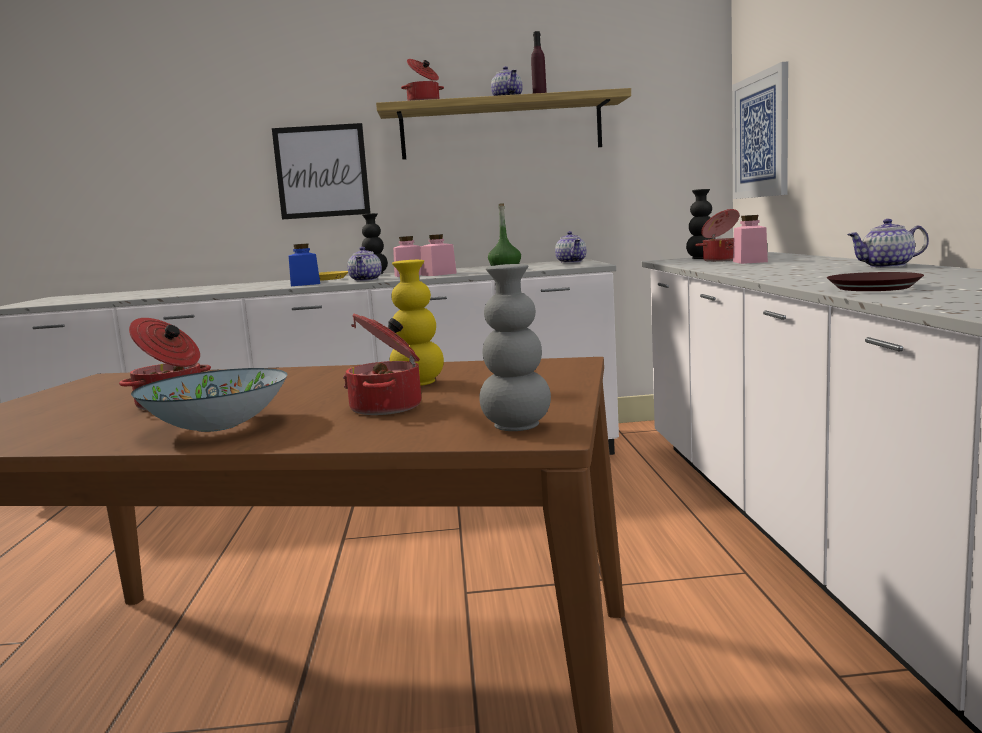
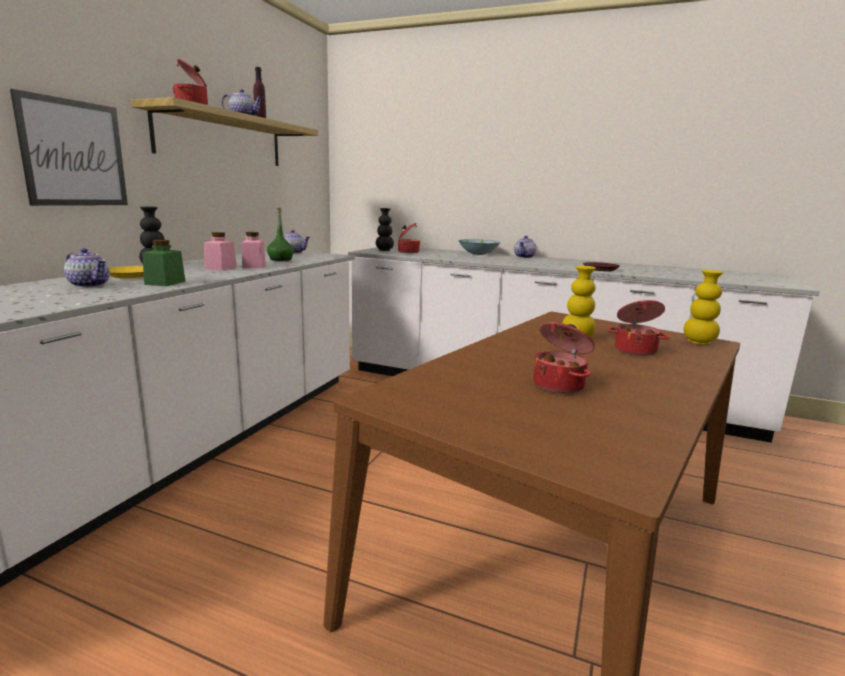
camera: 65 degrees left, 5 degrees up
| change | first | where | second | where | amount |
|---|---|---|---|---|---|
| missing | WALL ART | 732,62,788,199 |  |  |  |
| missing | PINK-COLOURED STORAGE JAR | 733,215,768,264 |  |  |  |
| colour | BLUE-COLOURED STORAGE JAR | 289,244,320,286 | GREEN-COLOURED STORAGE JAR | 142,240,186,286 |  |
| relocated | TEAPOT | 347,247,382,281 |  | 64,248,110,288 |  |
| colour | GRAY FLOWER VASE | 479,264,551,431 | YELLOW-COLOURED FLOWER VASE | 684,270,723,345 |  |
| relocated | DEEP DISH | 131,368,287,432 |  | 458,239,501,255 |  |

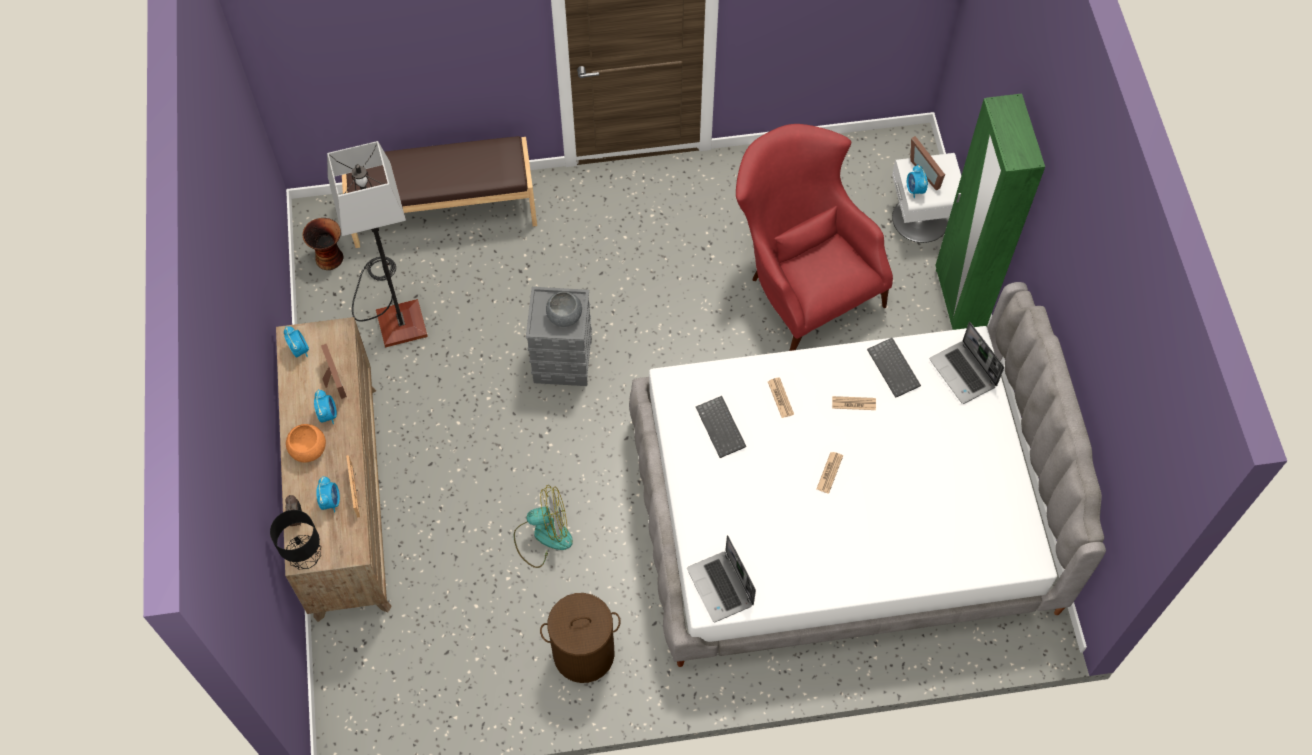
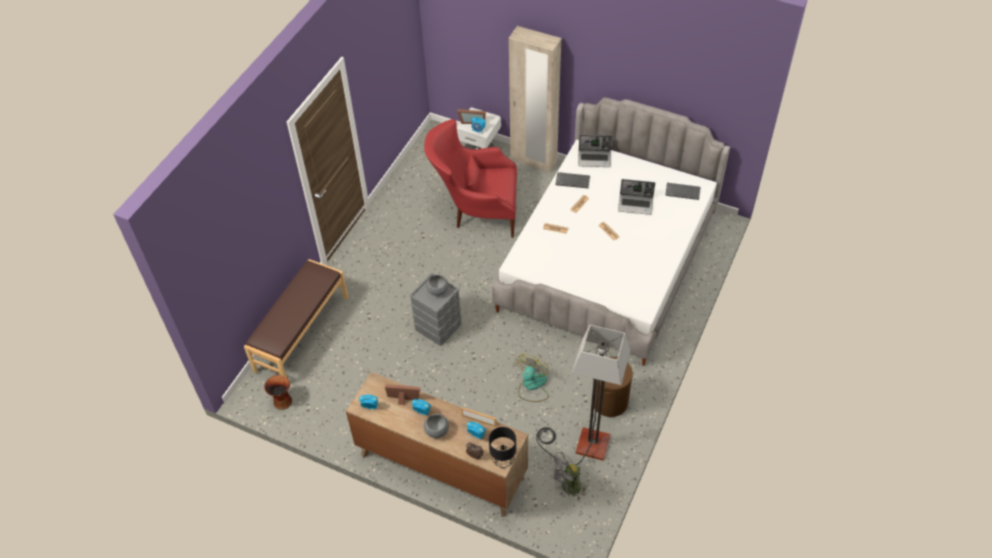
camera: 55 degrees left, 10 degrees down
| change | first | where | second | where | amount |
|---|---|---|---|---|---|
| colour | GREEN-COLOURED ARMOIRE | 935,94,1045,330 | BEIGE ARMOIRE | 509,26,561,172 |  |
| relocated | STANDARD LAMP | 327,141,428,348 |  | 536,325,631,465 |  |
| relocated | COMPUTER KEYBOARD | 696,396,746,458 |  | 665,183,700,200 |  |
| colour | ORANGE DEEP DISH | 286,424,326,463 | GRAY DEEP DISH | 424,414,449,438 |  |
| relocated | NOTEBOOK COMPUTER | 687,535,756,622 |  | 618,179,655,215 |  |
| appeared |  |  | GRAY ELECTRIC FAN | 548,452,588,501 |  |

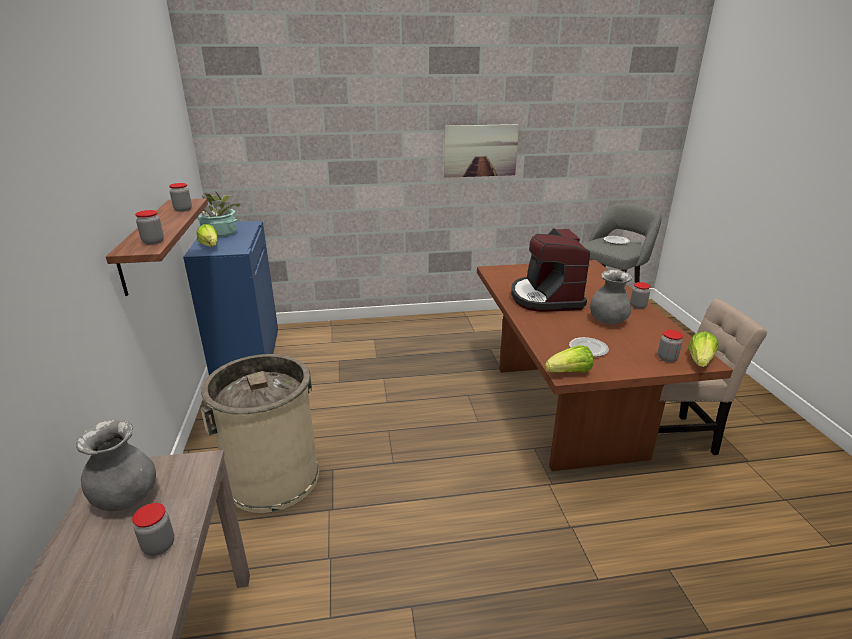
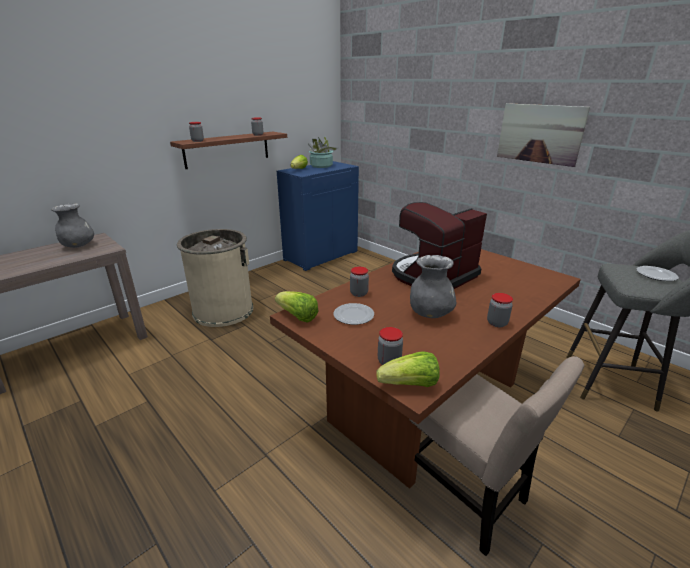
camera: 55 degrees right, 0 degrees up
| change | first | where | second | where | amount |
|---|---|---|---|---|---|
| relocated | STORAGE JAR | 132,503,174,556 |  | 350,267,369,297 |  |

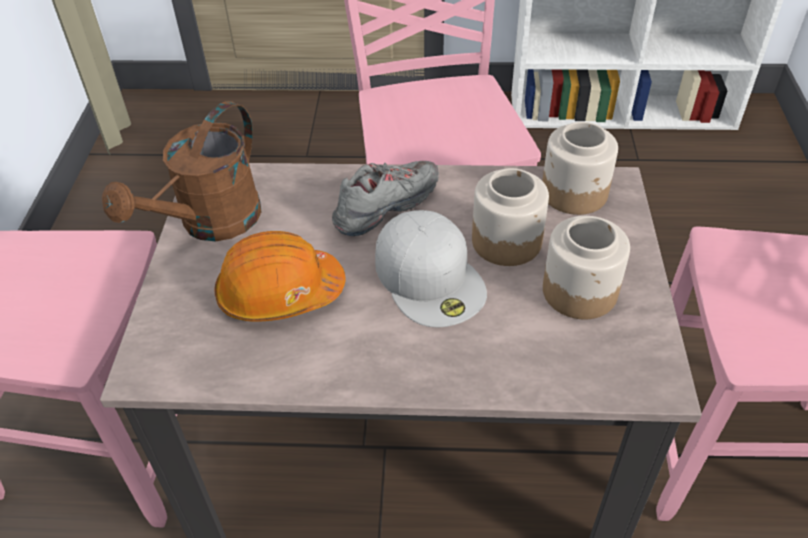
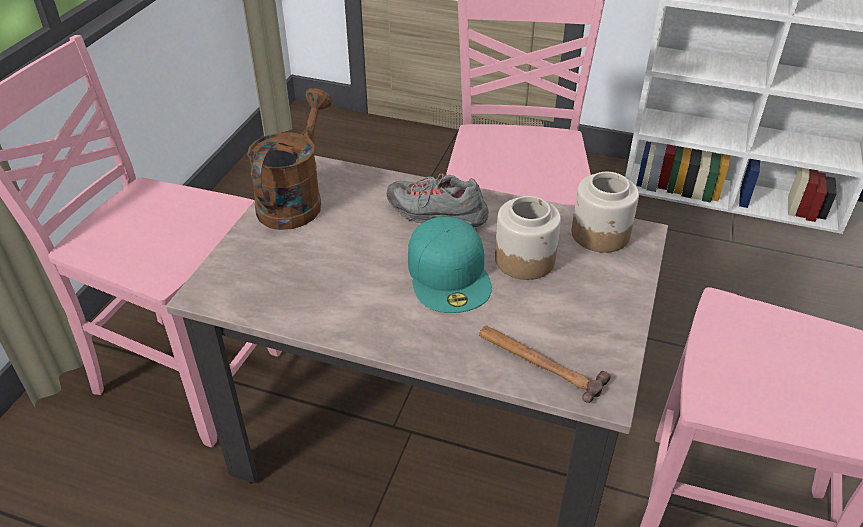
camera: 15 degrees right, 5 degrees down
| change | first | where | second | where | amount |
|---|---|---|---|---|---|
| spun | BROWN SPRINKLING CAN | 102,101,261,241 |  | 247,88,332,230 | 150 degrees clockwise |
| spun | GRAY SHOE | 332,161,439,236 |  | 387,174,489,227 | 135 degrees counterclockwise |
| colour | WHITISH CAP | 375,210,487,328 | BLUE-GREEN CAP | 408,217,492,313 |  |
| missing | STORAGE JAR | 543,216,630,319 |  |  |  |
| missing | ORANGE WORK HELMET | 215,231,346,322 |  |  |  |
| appeared |  |  | TOOL HAMMER | 479,325,611,403 |  |

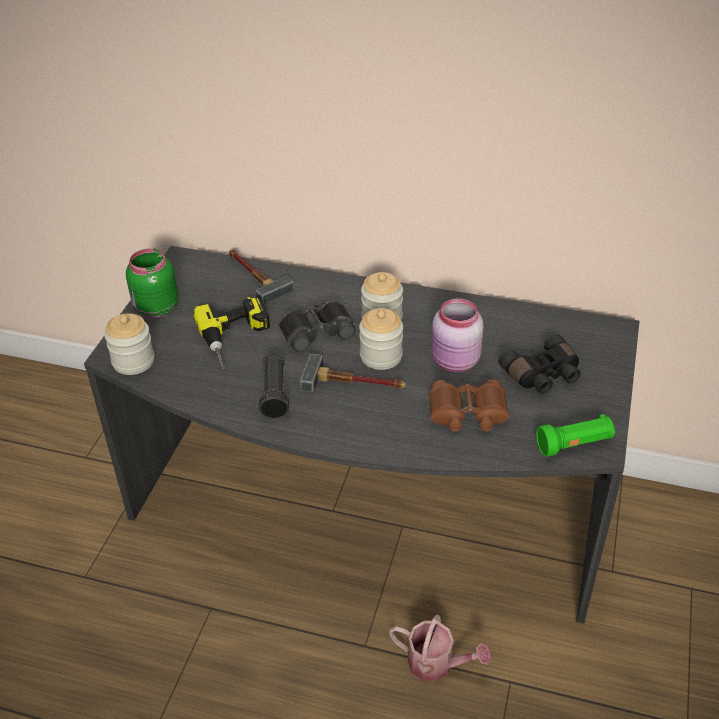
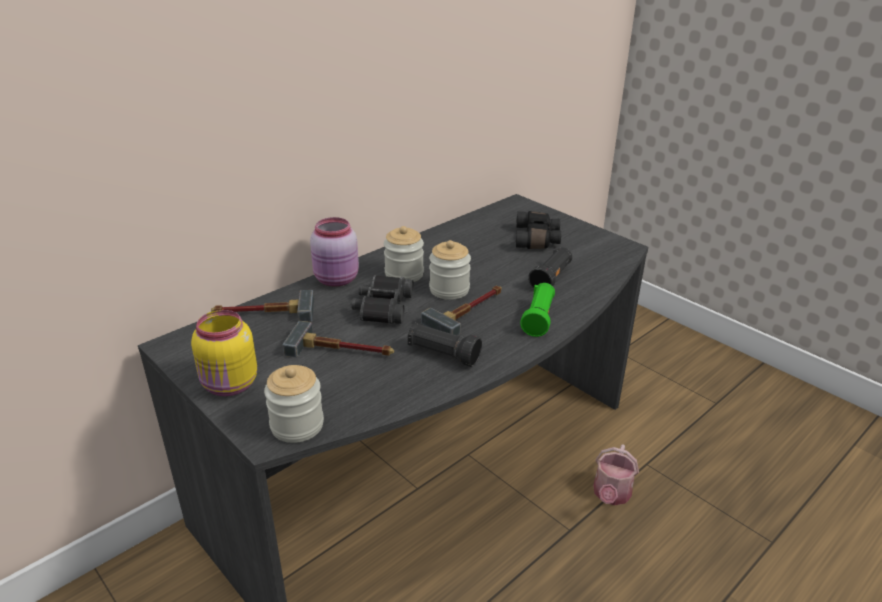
camera: 60 degrees left, 10 degrees down
| change | first | where | second | where | amount |
|---|---|---|---|---|---|
| colour | GREEN-COLOURED STORAGE JAR | 126,248,178,318 | YELLOW-COLOURED STORAGE JAR | 191,310,257,396 |  |
| exchanged | ELECTRIC DRILL | 194,297,270,369 | TOOL HAMMER | 283,321,394,358 |  |
| relocated | PINK-COLOURED STORAGE JAR | 431,298,484,372 |  | 310,217,359,287 |  |
| exchanged | BROWN FIELD GLASSES | 428,379,510,432 | BLACKISH TORCH | 528,247,572,288 |  |
| relocated | GREEN-COLOURED TORCH | 536,414,615,457 |  | 520,283,555,337 |  |
| spun | SPRINKLING CAN | 389,614,491,681 |  | 593,444,639,505 | 150 degrees clockwise |

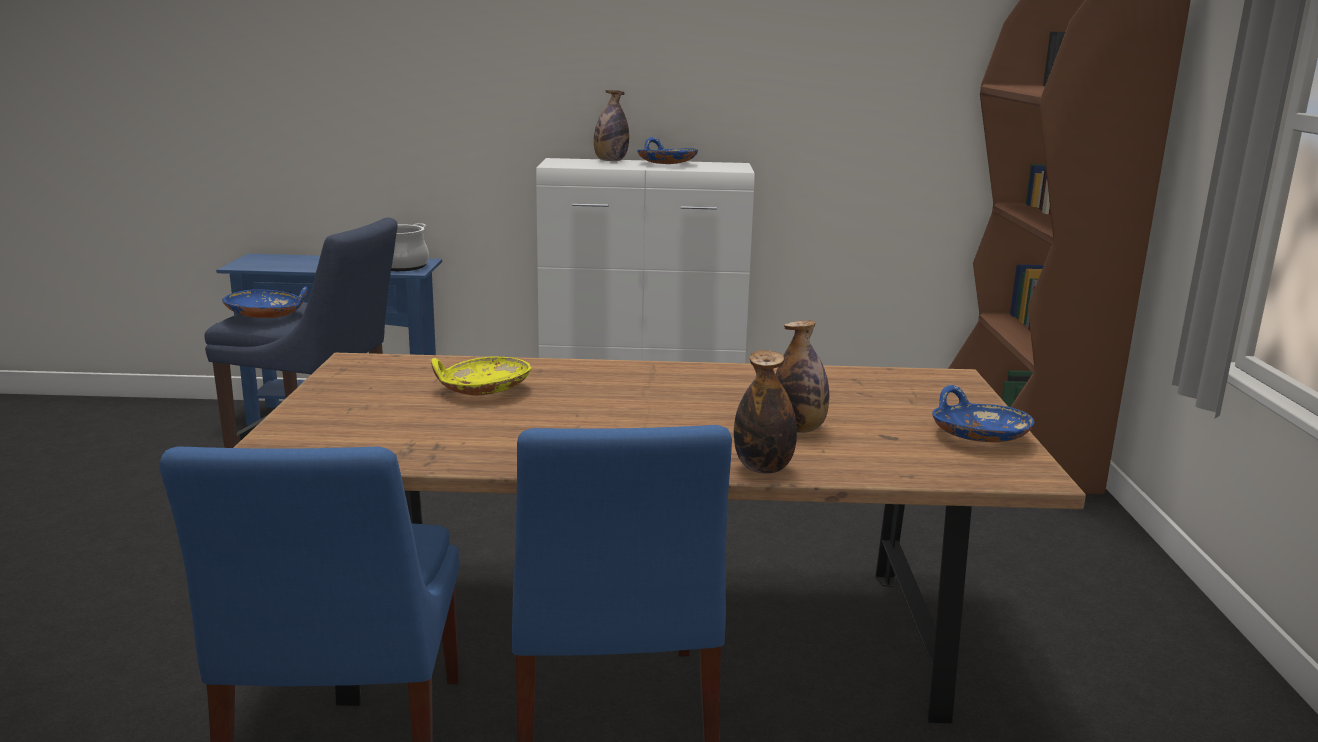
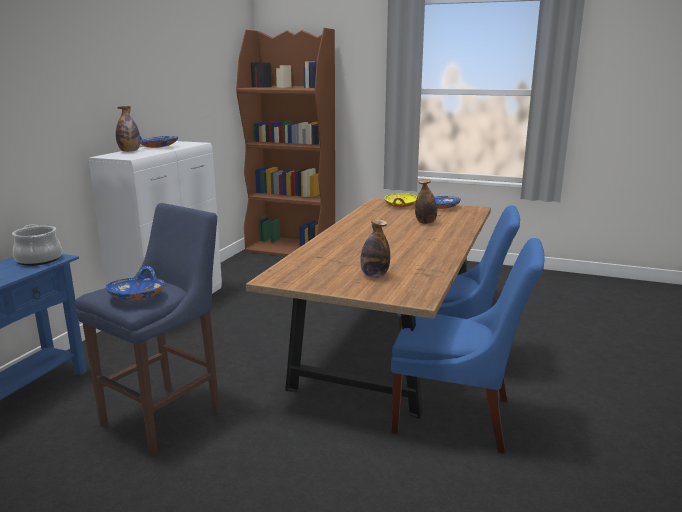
camera: 70 degrees left, 0 degrees up
| change | first | where | second | where | amount |
|---|---|---|---|---|---|
| relocated | DRINK BOTTLE | 734,350,797,473 |  | 361,219,390,278 |  |
| relocated | YELLOW-COLOURED DEEP DISH | 431,356,532,395 |  | 384,193,417,207 |  |

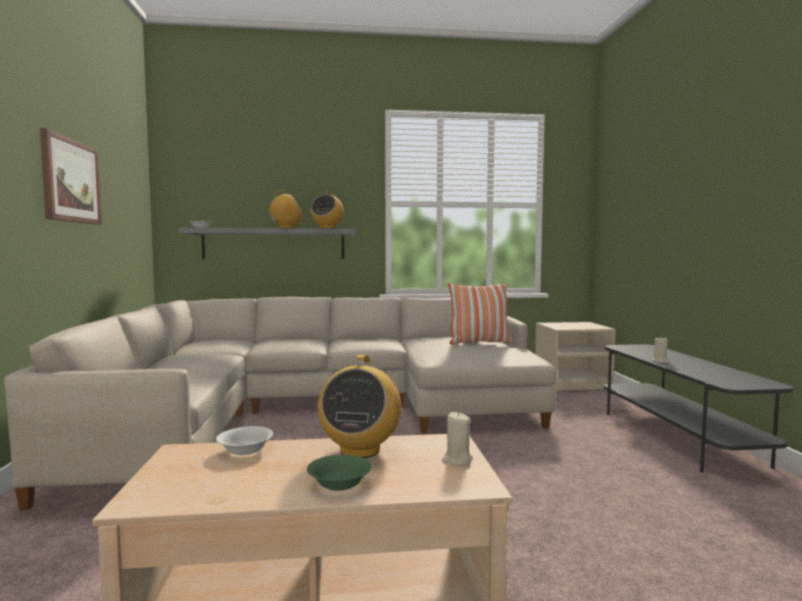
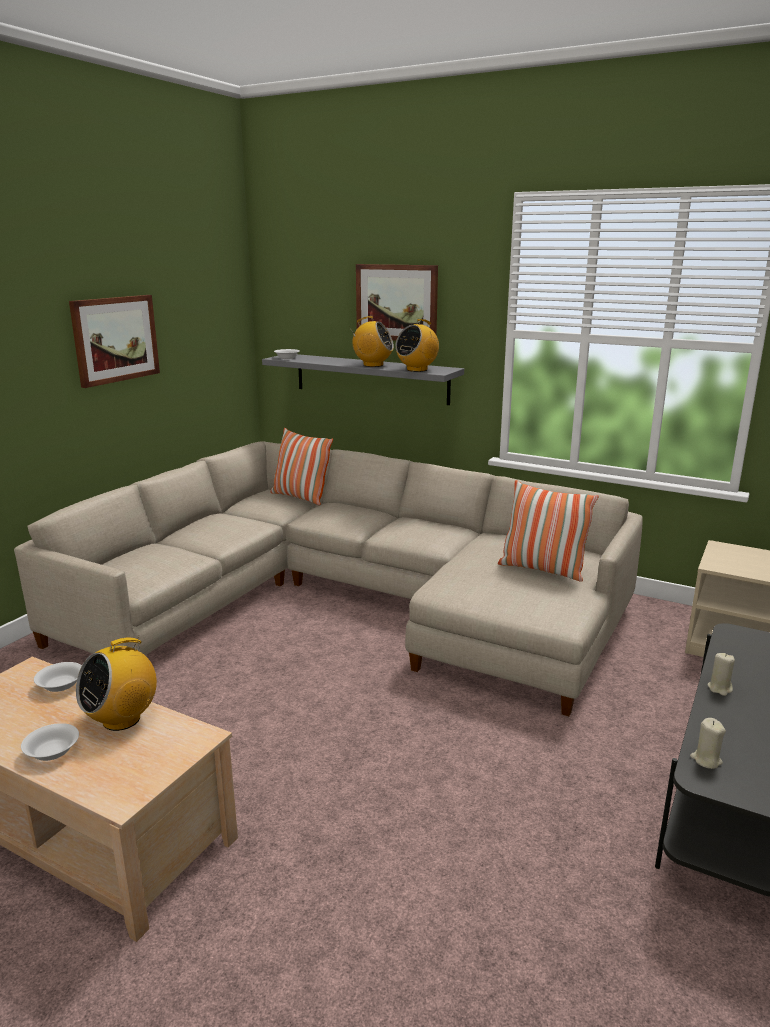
camera: 35 degrees right, 15 degrees up
| change | first | where | second | where | amount |
|---|---|---|---|---|---|
| relocated | BEIGE WAX LIGHT | 442,412,473,466 |  | 690,718,726,769 |  |
| colour | GREEN-COLOURED DEEP DISH | 307,454,372,491 | WHITISH DEEP DISH | 21,723,79,761 |  |
| appeared |  |  | WALL ART | 356,264,438,341 |  |
| appeared |  |  | PILLOW | 271,428,333,505 |  |

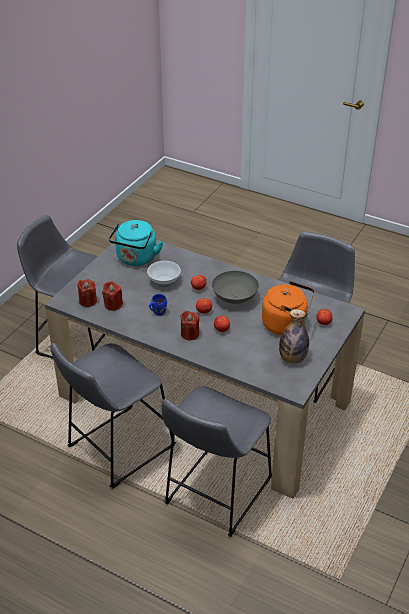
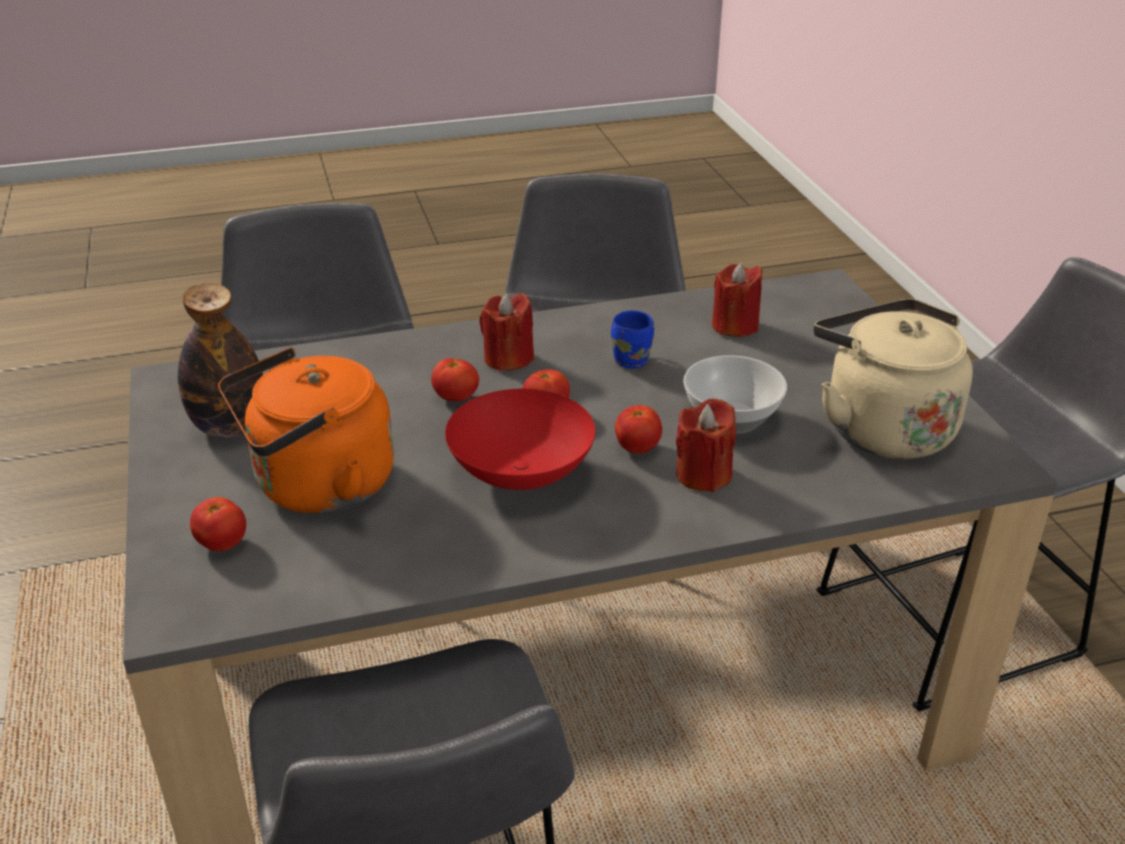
camera: 135 degrees right, 5 degrees down
| change | first | where | second | where | amount |
|---|---|---|---|---|---|
| colour | BLUE-GREEN TEA KETTLE | 109,220,163,266 | BEIGE TEA KETTLE | 813,299,973,459 |  |
| colour | GRAY DEEP DISH | 212,271,259,304 | RED DEEP DISH | 445,389,595,490 |  |
| relocated | RED WAX LIGHT | 77,279,97,307 |  | 676,399,736,492 |  |

